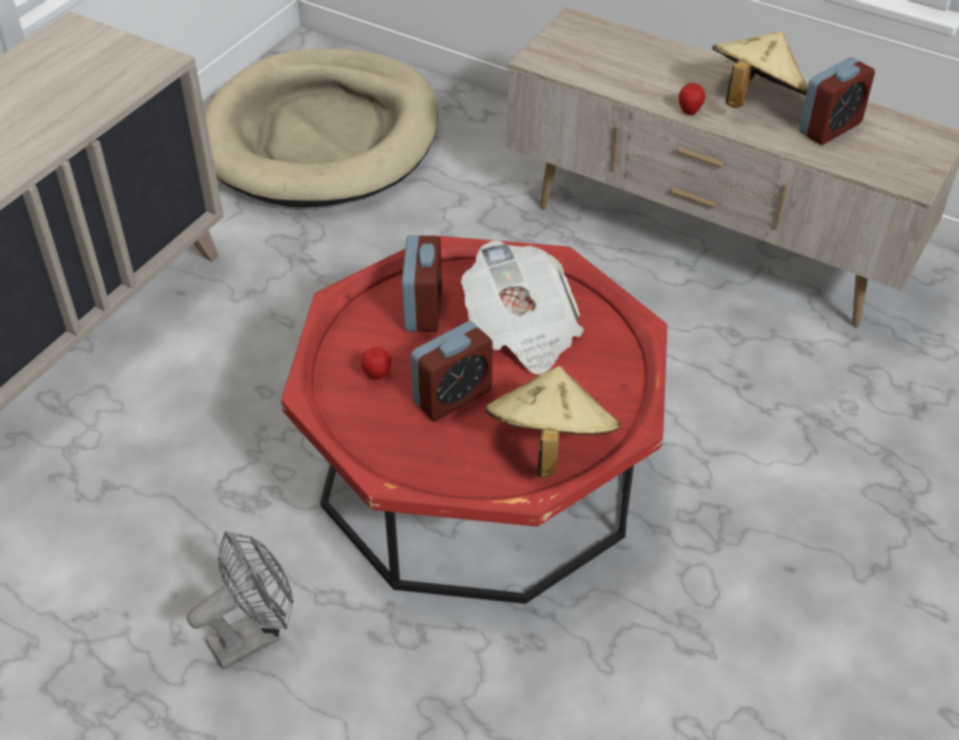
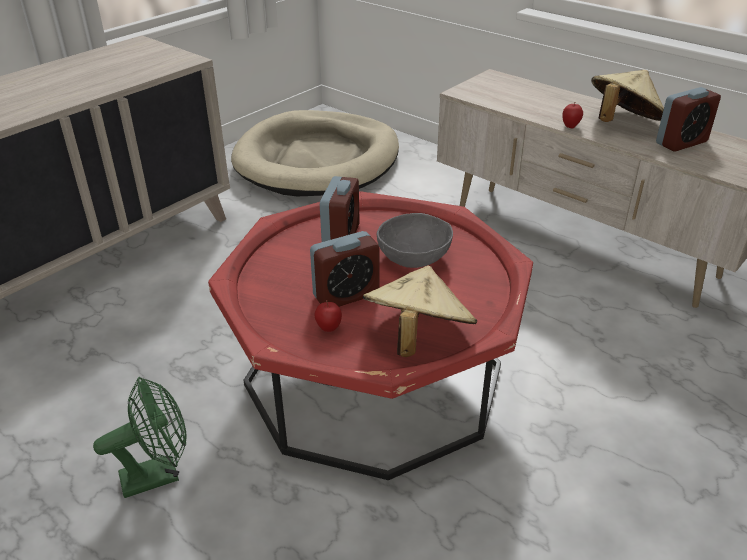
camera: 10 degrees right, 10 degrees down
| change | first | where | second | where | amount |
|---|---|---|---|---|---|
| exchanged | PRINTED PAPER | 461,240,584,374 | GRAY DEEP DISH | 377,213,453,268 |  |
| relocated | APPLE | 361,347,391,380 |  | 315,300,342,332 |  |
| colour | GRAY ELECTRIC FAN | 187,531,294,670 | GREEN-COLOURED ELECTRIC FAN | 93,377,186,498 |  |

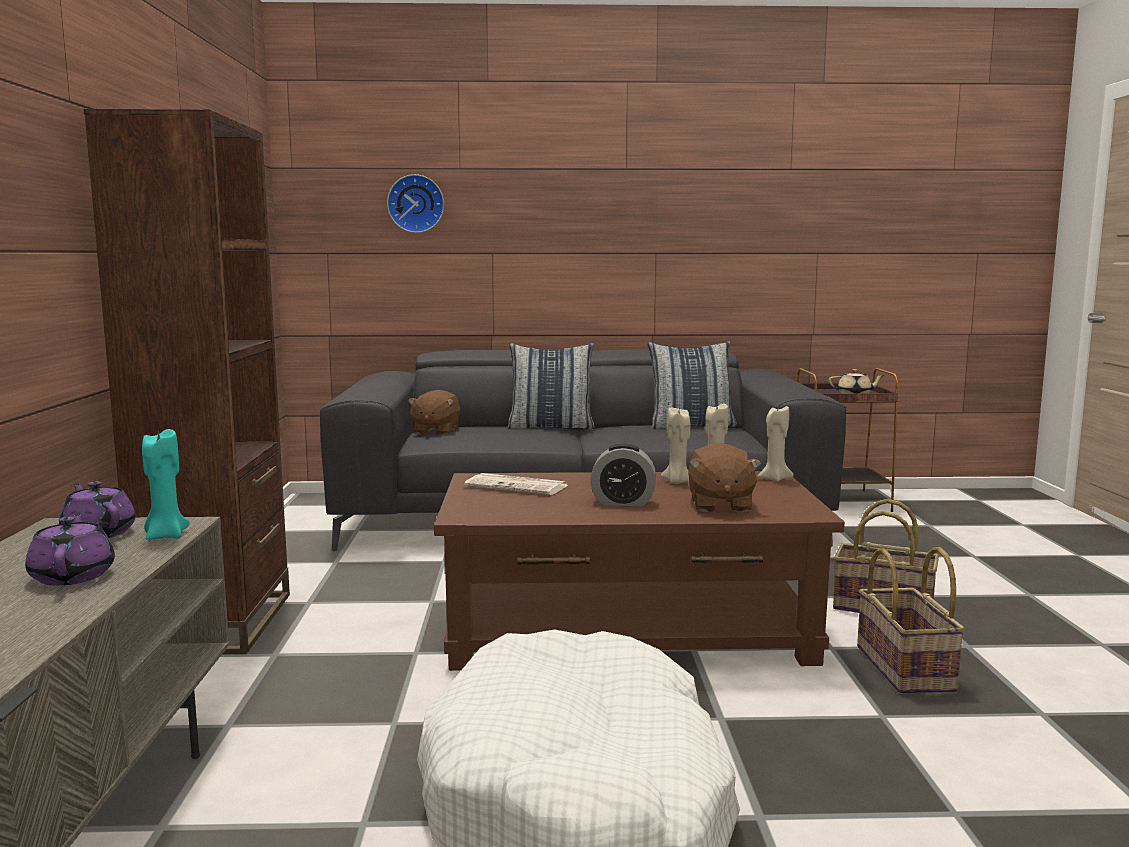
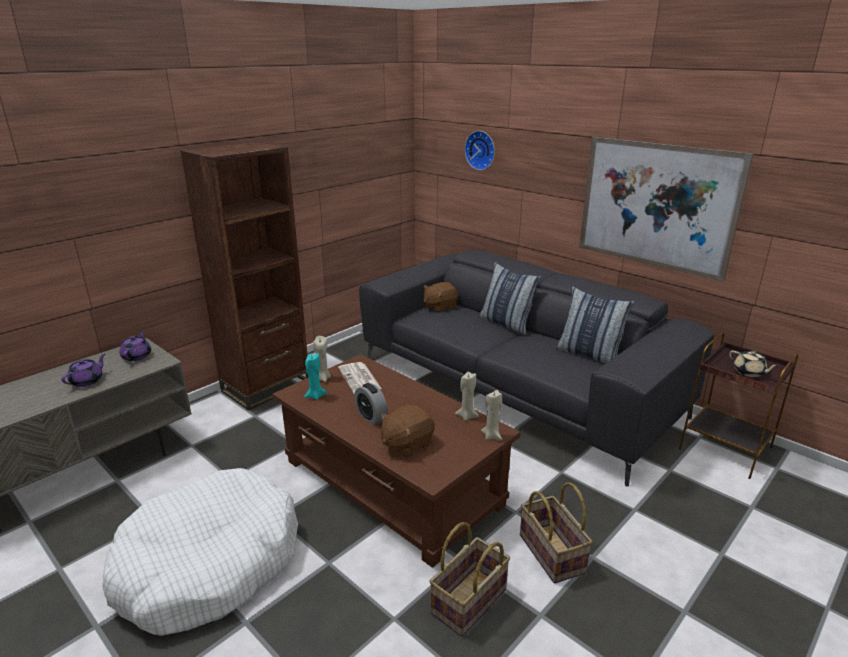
camera: 45 degrees right, 15 degrees up
| change | first | where | second | where | amount |
|---|---|---|---|---|---|
| relocated | BEIGE WAX LIGHT | 661,408,690,484 |  | 313,336,331,382 |  |
| relocated | BLUE-GREEN WAX LIGHT | 142,429,190,540 |  | 304,353,327,400 |  |
| appeared |  |  | WALL ART | 579,137,754,282 |  |

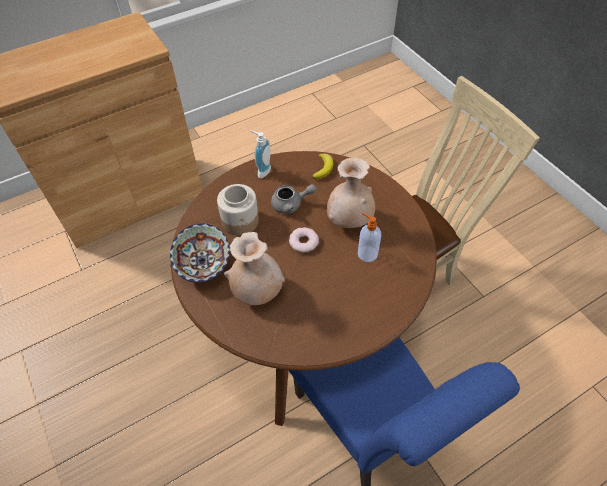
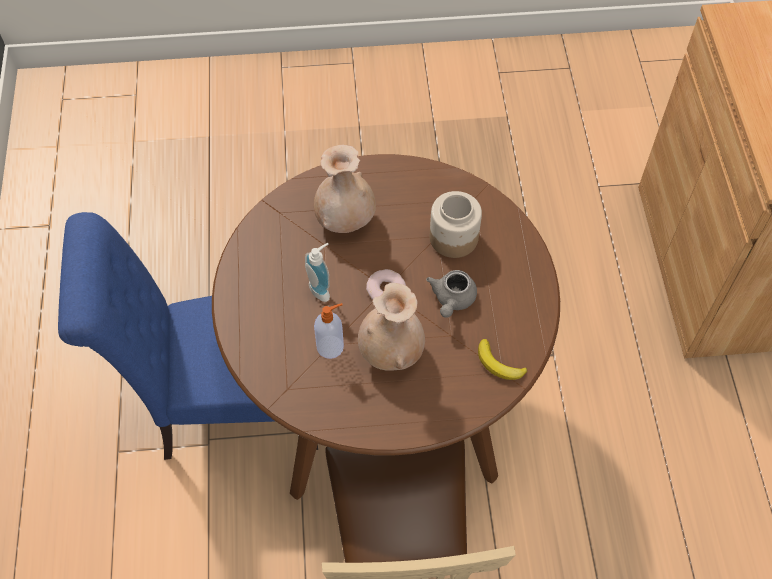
camera: 115 degrees right, 5 degrees up
| change | first | where | second | where | amount |
|---|---|---|---|---|---|
| relocated | SOAP BOTTLE | 251,131,271,178 |  | 305,243,330,302 |  |
| missing | DEEP DISH | 170,224,230,283 |  |  |  |

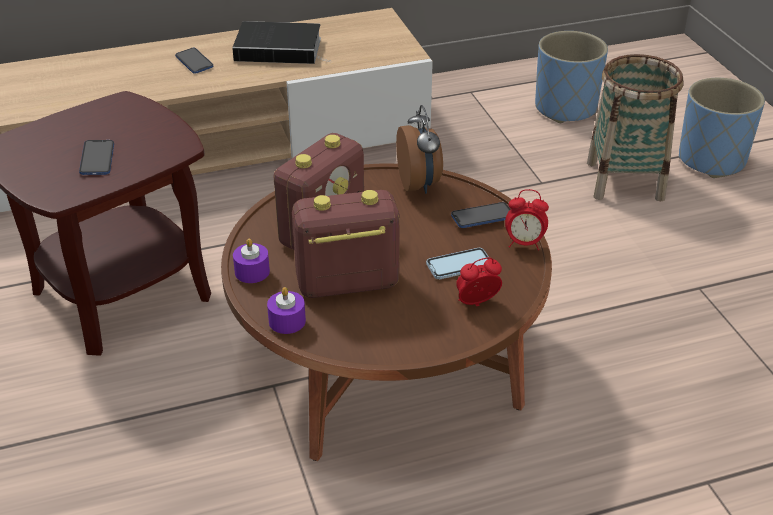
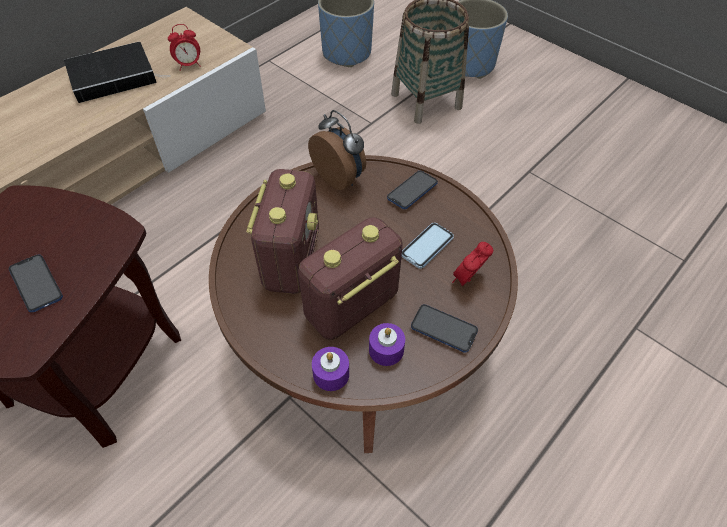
camera: 30 degrees left, 15 degrees up
| change | first | where | second | where | amount |
|---|---|---|---|---|---|
| relocated | TELEPHONE | 175,48,213,74 |  | 411,304,478,353 |  |
| relocated | TABLE CLOCK | 505,189,549,251 |  | 168,24,201,71 |  |
| relocated | PURPLISH WAX LIGHT | 233,239,270,283 |  | 369,323,405,366 |  |

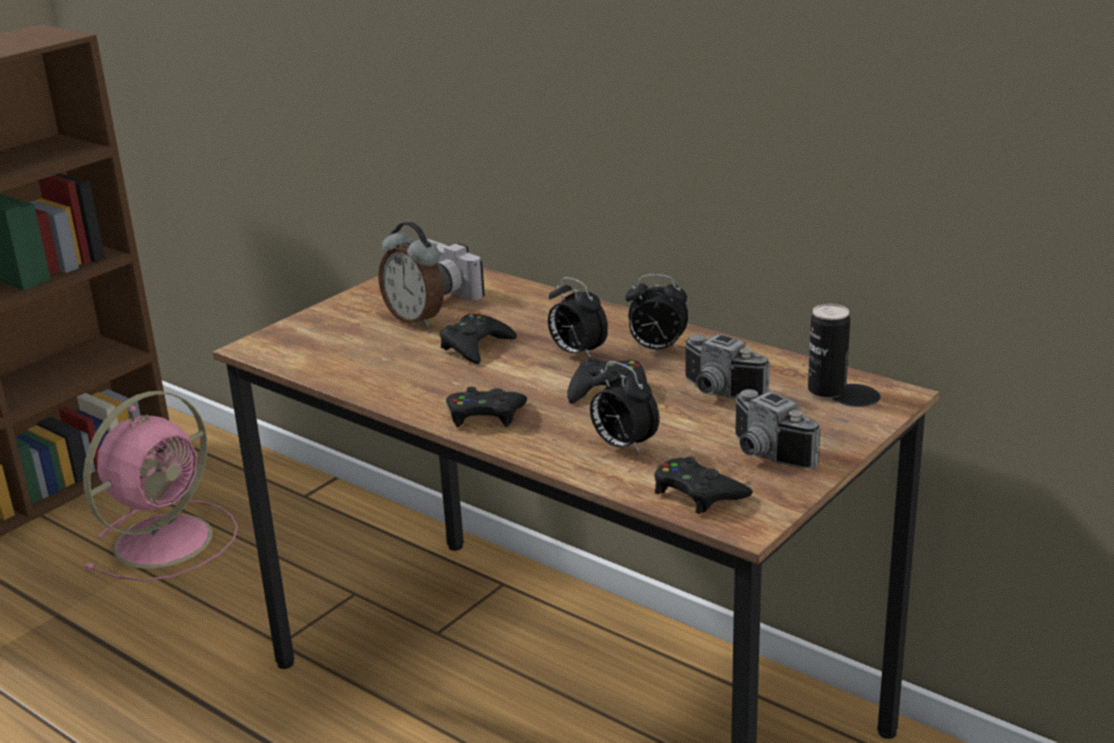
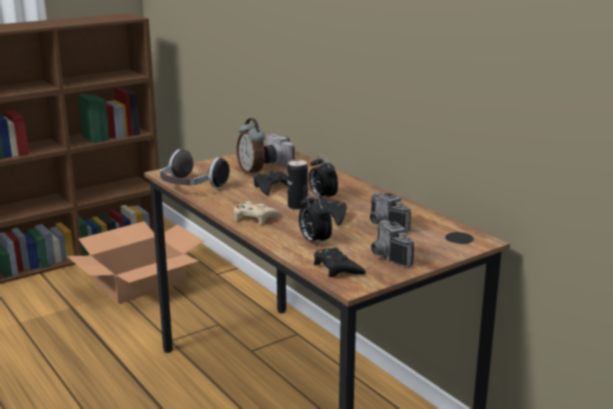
camera: 15 degrees right, 5 degrees down
| change | first | where | second | where | amount |
|---|---|---|---|---|---|
| missing | TABLE CLOCK | 625,274,689,351 |  |  |  |
| relocated | METAL CAN | 808,304,850,398 |  | 287,160,308,210 |  |
| colour | BLACKISH JOYPAD | 446,387,527,427 | BEIGE JOYPAD | 234,201,280,224 |  |
| exchanged | PINK-COLOURED ELECTRIC FAN | 83,391,238,581 | CARDBOARD BOX | 67,221,204,304 |  |
| appeared |  |  | HEADPHONES | 160,149,229,188 |  |

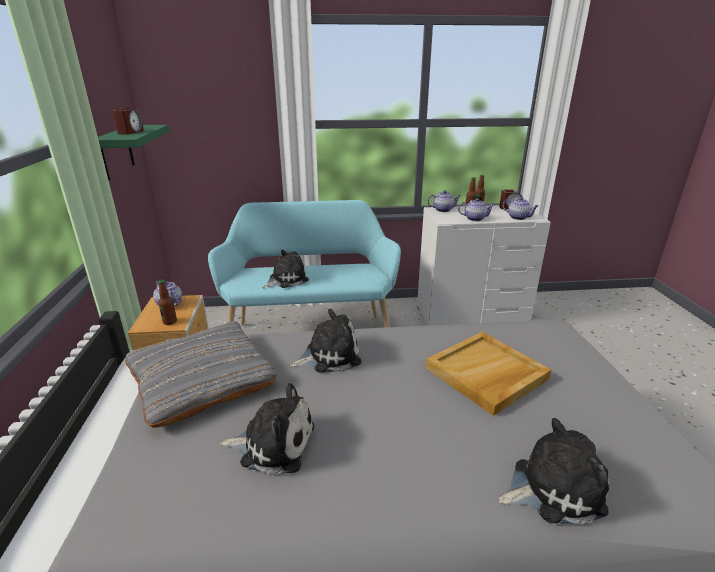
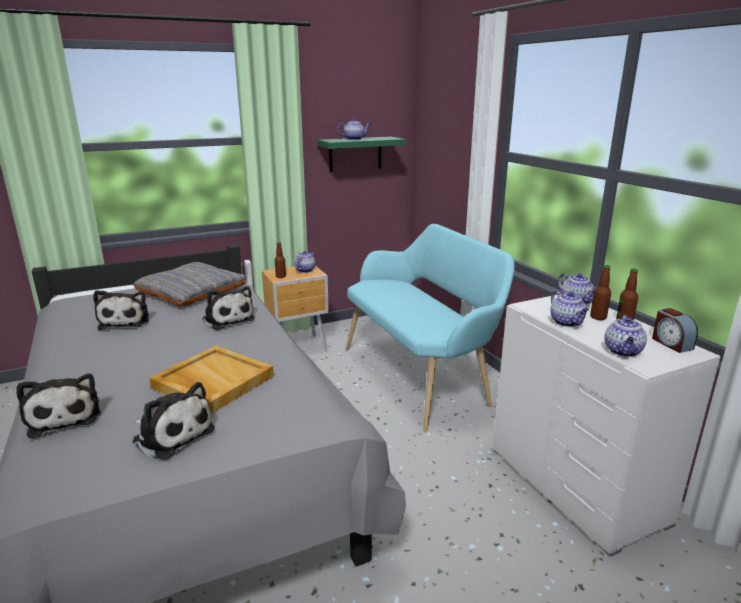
camera: 70 degrees right, 5 degrees down
| change | first | where | second | where | amount |
|---|---|---|---|---|---|
| exchanged | TABLE CLOCK | 112,108,144,134 | TEAPOT | 337,118,370,140 |  |
| relocated | CUDDLY TOY | 263,250,309,288 |  | 133,382,215,460 |  |

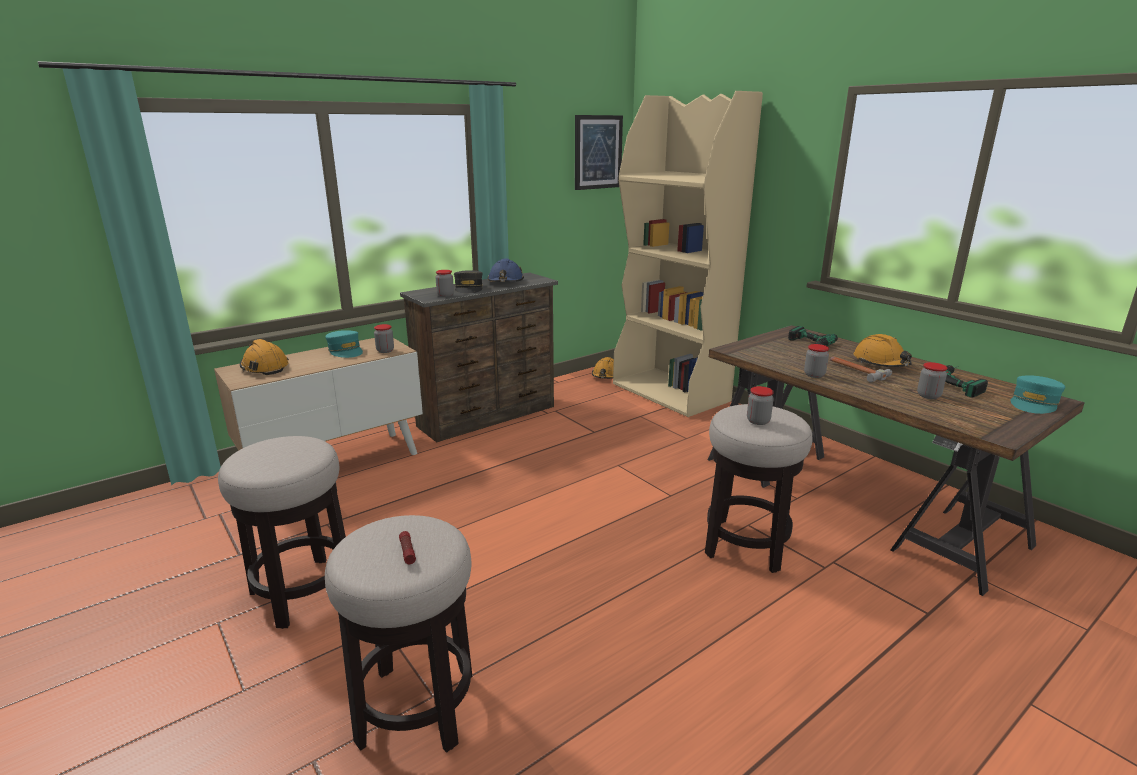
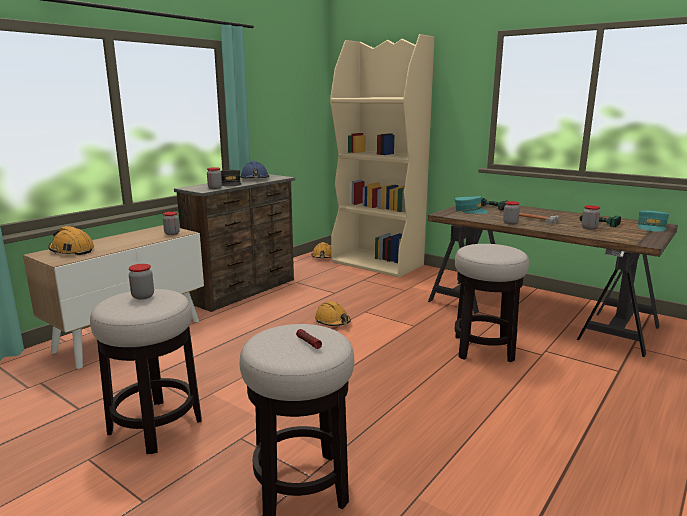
camera: 15 degrees left, 5 degrees down
| change | first | where | second | where | amount |
|---|---|---|---|---|---|
| missing | WALL ART | 575,115,623,190 |  |  |  |
| relocated | BLUE-GREEN CAP | 325,330,363,358 |  | 454,196,489,214 |  |
| relocated | ORANGE WORK HELMET | 853,334,912,367 |  | 315,301,351,326 |  |
| relocated | STORAGE JAR | 747,386,774,425 |  | 129,264,154,300 |  |

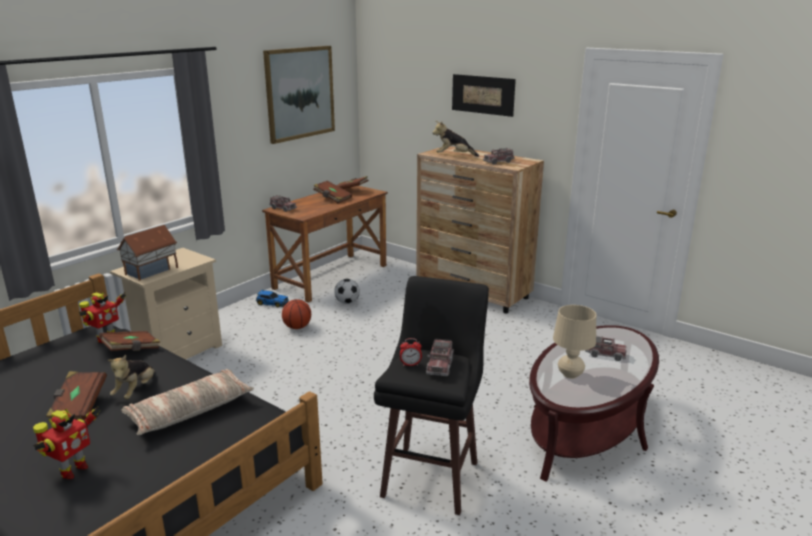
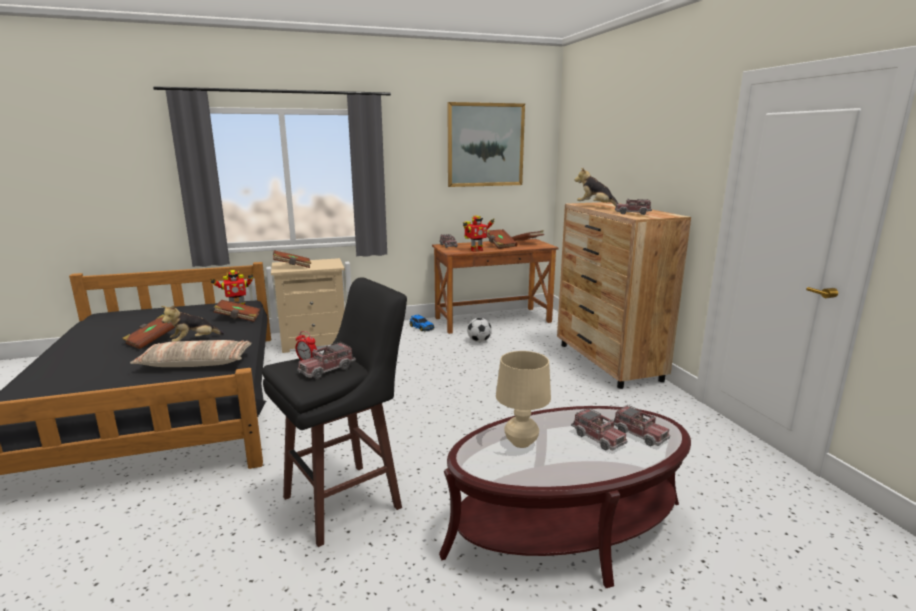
camera: 35 degrees right, 5 degrees down
| change | first | where | second | where | amount |
|---|---|---|---|---|---|
| missing | WALL ART | 452,74,516,117 |  |  |  |
| exchanged | MINIATURE HOUSE | 117,225,178,281 | BROWN VOLUME | 273,250,311,268 |  |
| missing | BASKETBALL | 282,299,311,329 |  |  |  |
| relocated | MODEL ROBOT | 33,406,100,479 |  | 463,216,495,252 |  |
| appeared |  |  | TOY LORRY | 613,405,670,446 |  |

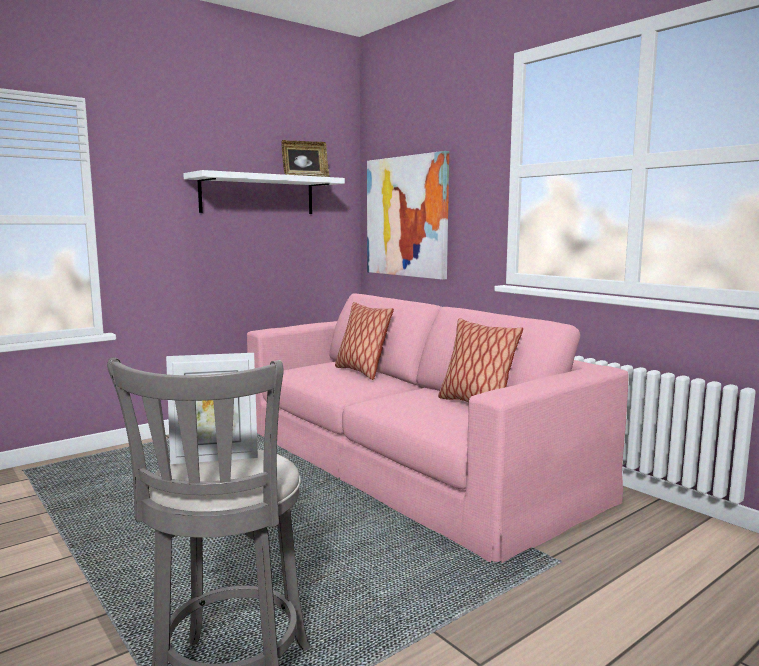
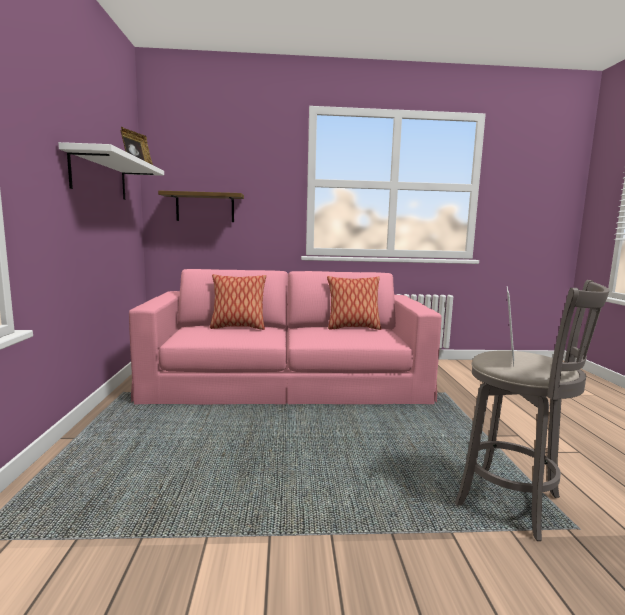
camera: 55 degrees left, 0 degrees up
| change | first | where | second | where | amount |
|---|---|---|---|---|---|
| exchanged | WALL ART | 367,151,449,280 | SHELF | 158,190,244,222 |  |

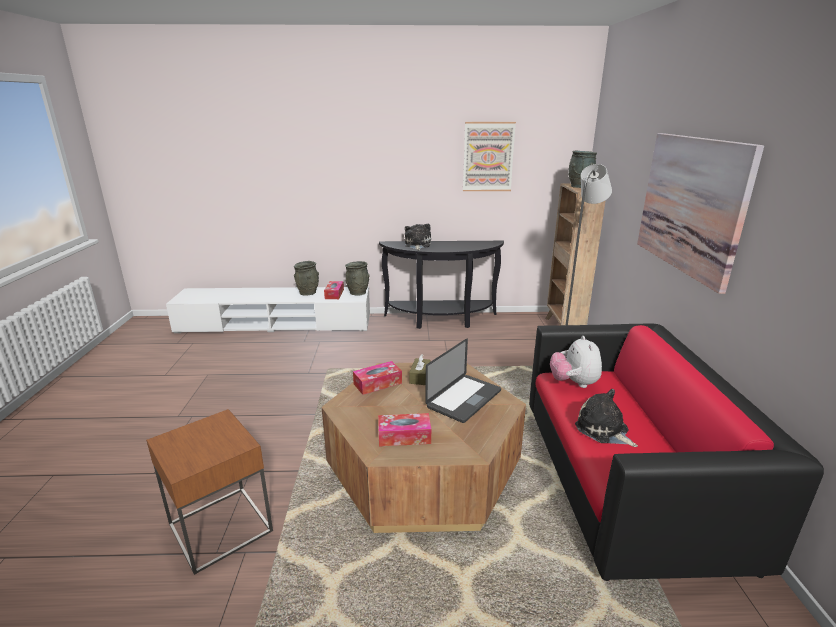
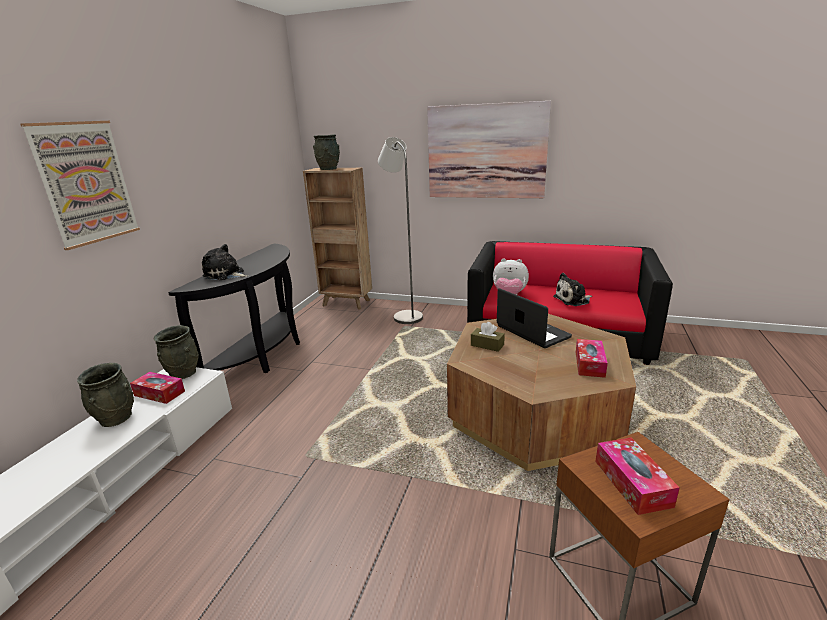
camera: 70 degrees left, 0 degrees up
| change | first | where | second | where | amount |
|---|---|---|---|---|---|
| relocated | WALL ART | 463,122,516,191 |  | 20,121,140,250 |  |
| relocated | TISSUE BOX | 353,361,402,395 |  | 595,437,680,515 |  |

